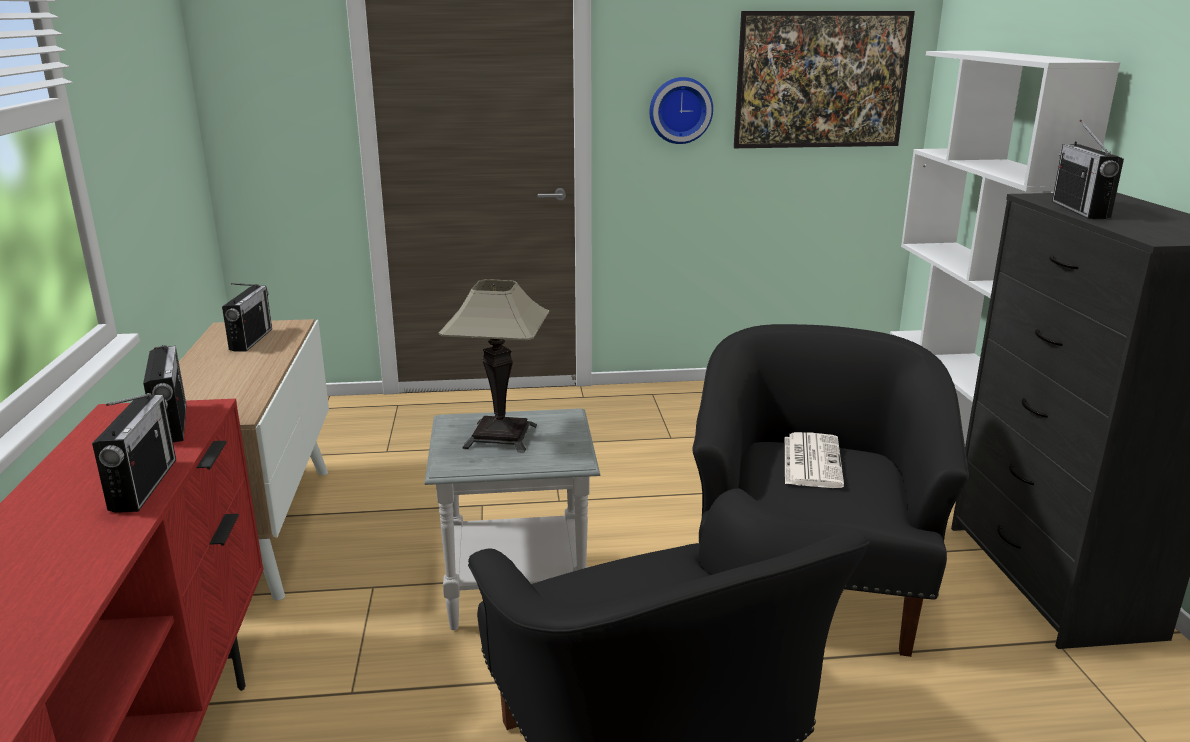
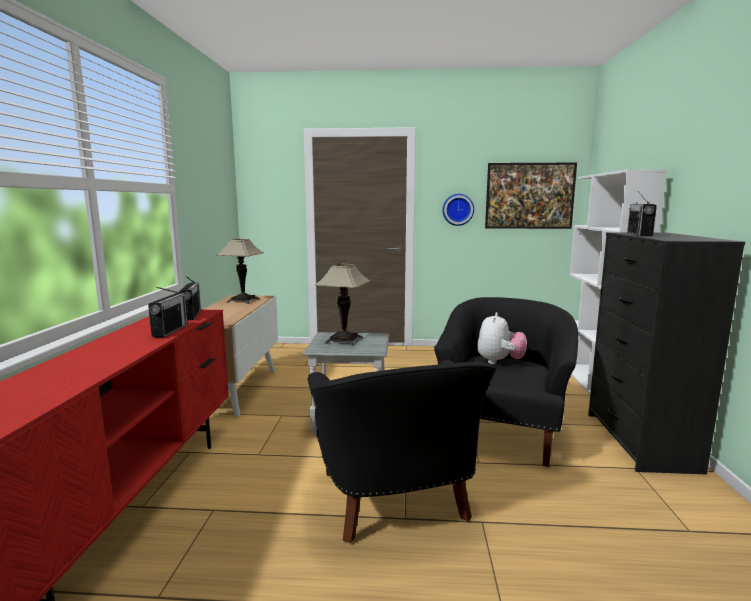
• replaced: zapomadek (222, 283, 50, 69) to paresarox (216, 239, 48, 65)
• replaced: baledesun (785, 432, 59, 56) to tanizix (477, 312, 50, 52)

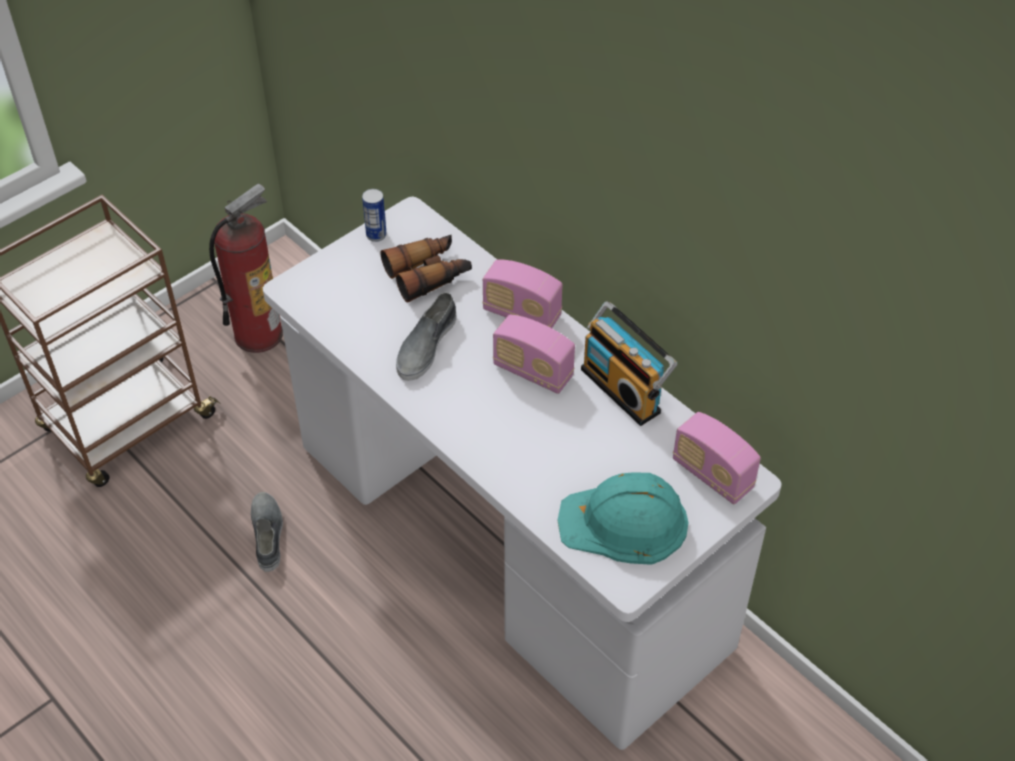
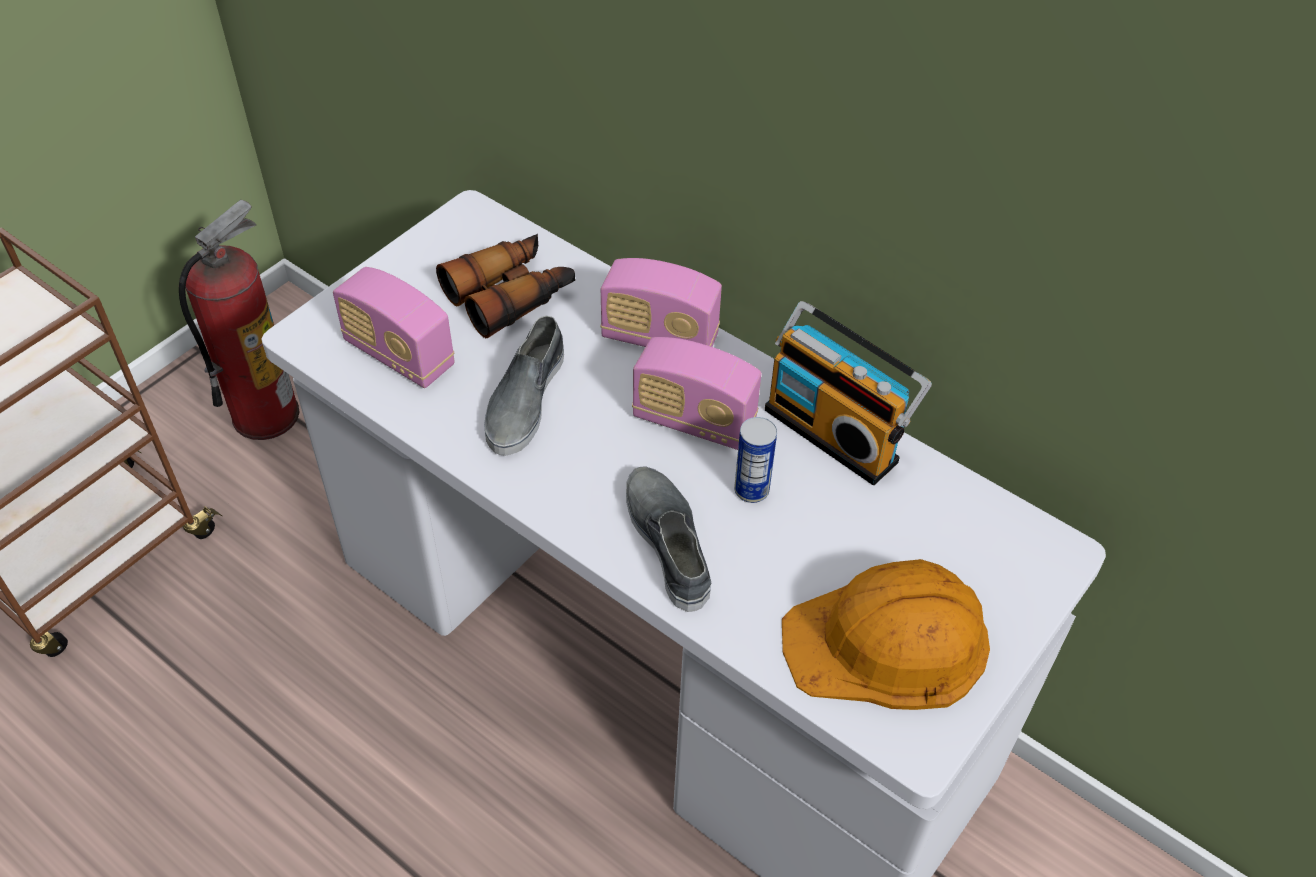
• moved: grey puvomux (251, 492, 32, 80) to (626, 466, 85, 146)
• moved: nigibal (362, 189, 25, 53) to (734, 417, 43, 86)
• moved: zapomadek (673, 412, 88, 92) to (333, 267, 122, 121)
• recoloured: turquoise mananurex (557, 472, 132, 93) to orange mananurex (782, 559, 208, 151)

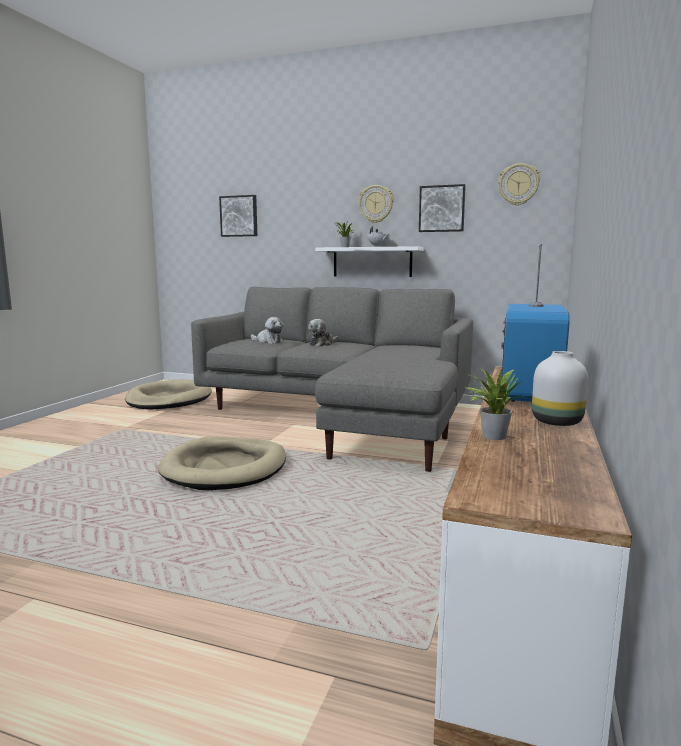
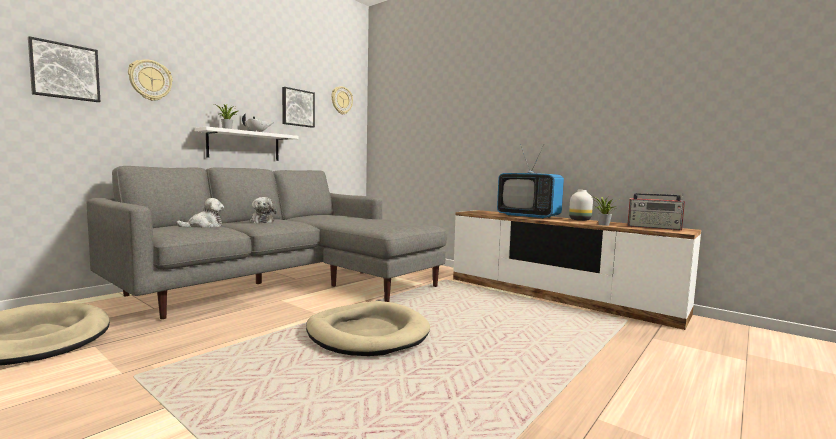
• added: zapomadek (627, 193, 58, 37)
• moved: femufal (358, 185, 36, 38) to (128, 59, 45, 42)

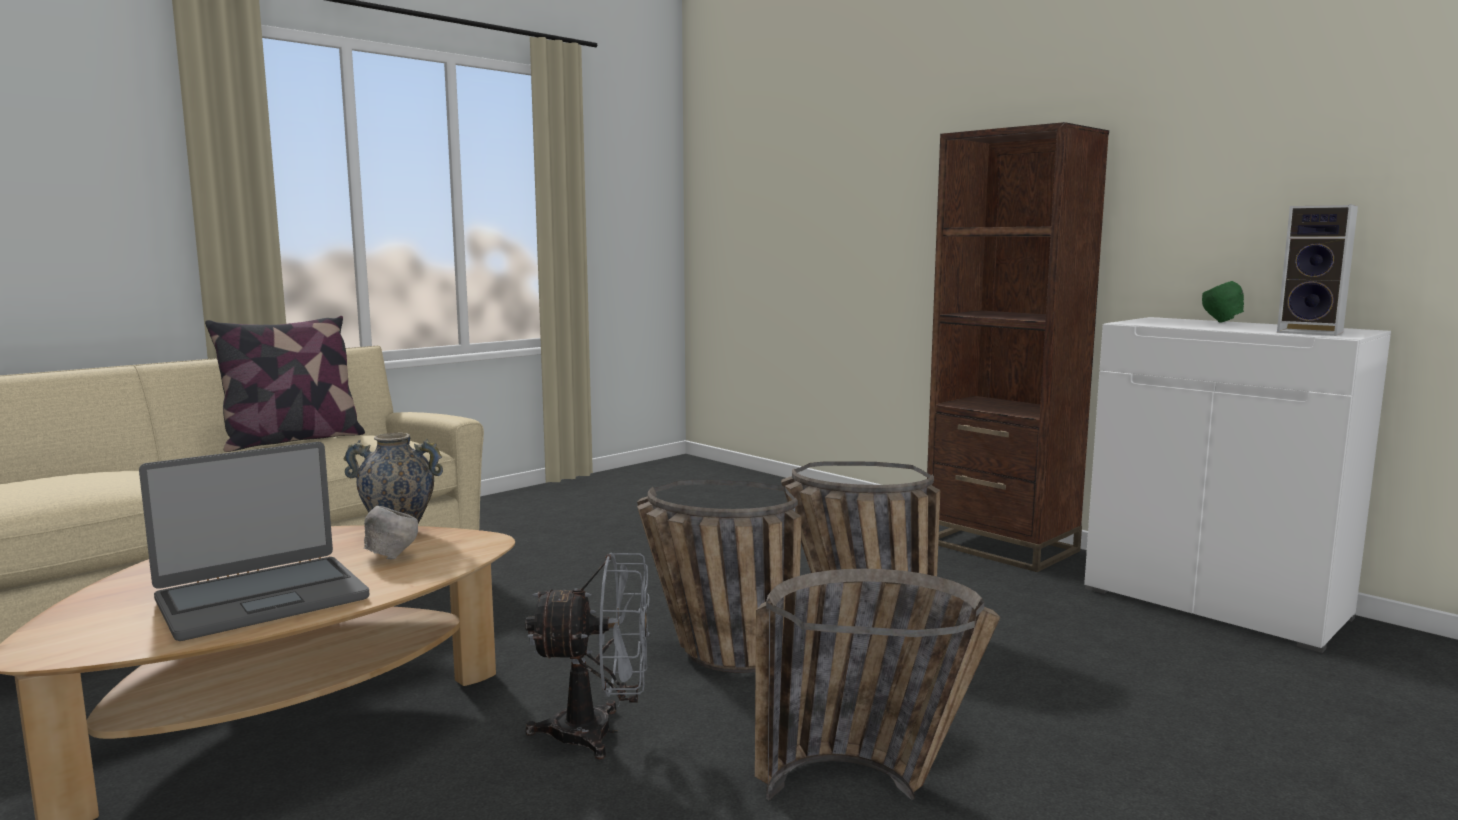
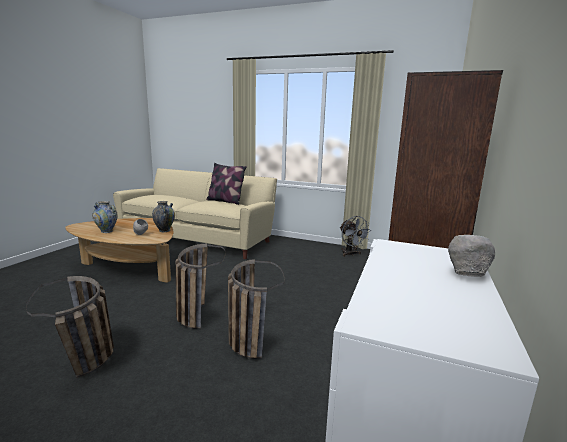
• removed: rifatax (1277, 205, 81, 131)
• moved: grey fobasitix (525, 552, 125, 207) to (340, 216, 32, 41)
• replaced: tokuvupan (139, 442, 231, 199) to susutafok (92, 201, 26, 32)
• recoloured: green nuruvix (1202, 281, 42, 41) to grey nuruvix (448, 235, 47, 42)

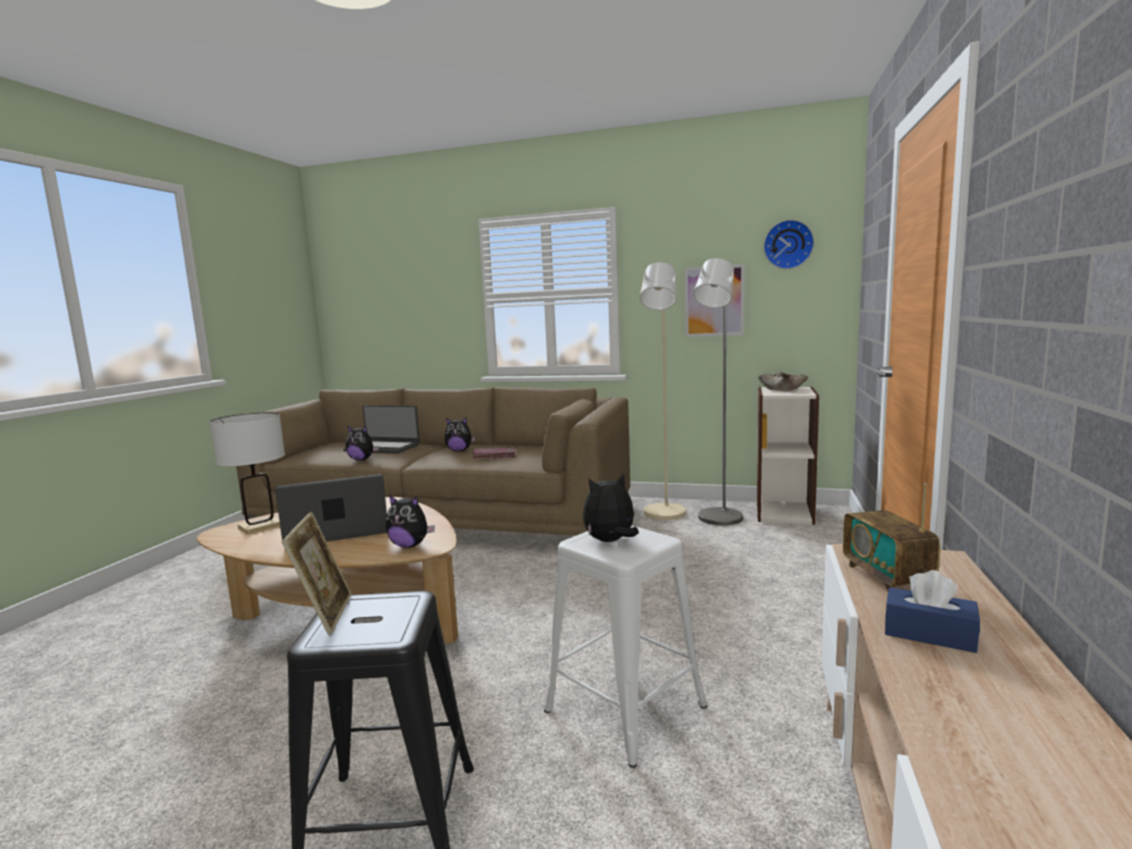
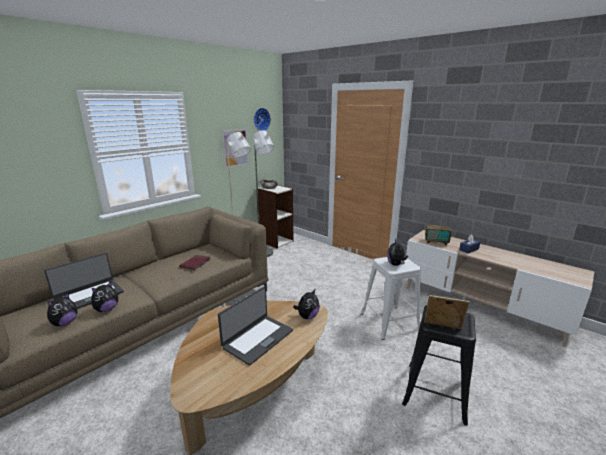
• removed: white paresarox (210, 412, 75, 122)
• moved: tanizix (444, 418, 31, 33) to (47, 293, 30, 33)
• turned: tokuvupan (275, 474, 112, 68) = (218, 286, 75, 80) 150 degrees counterclockwise

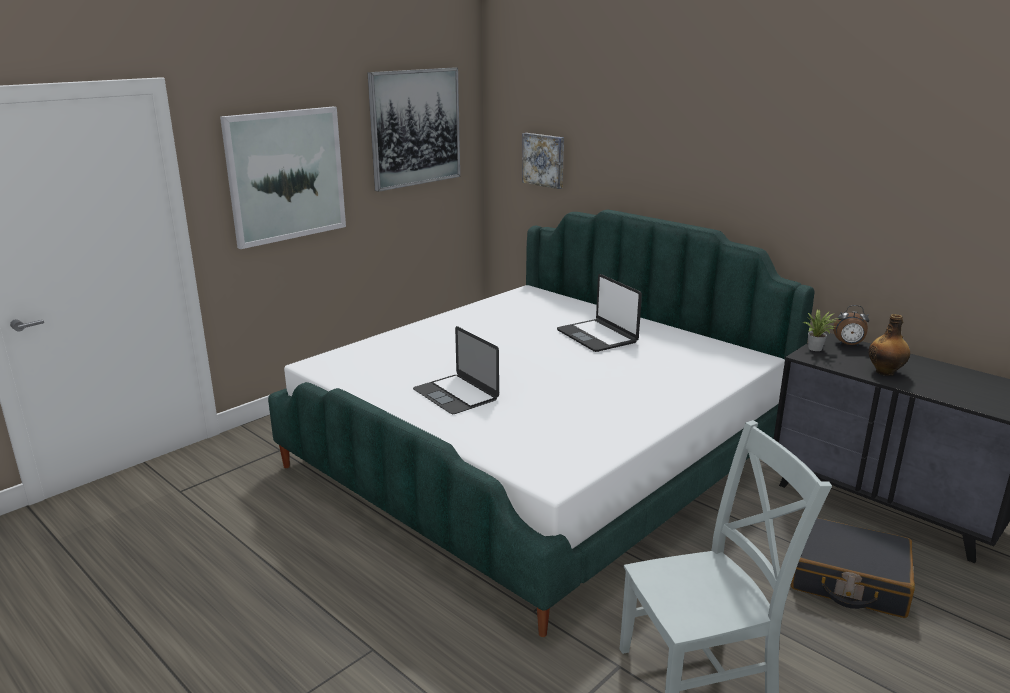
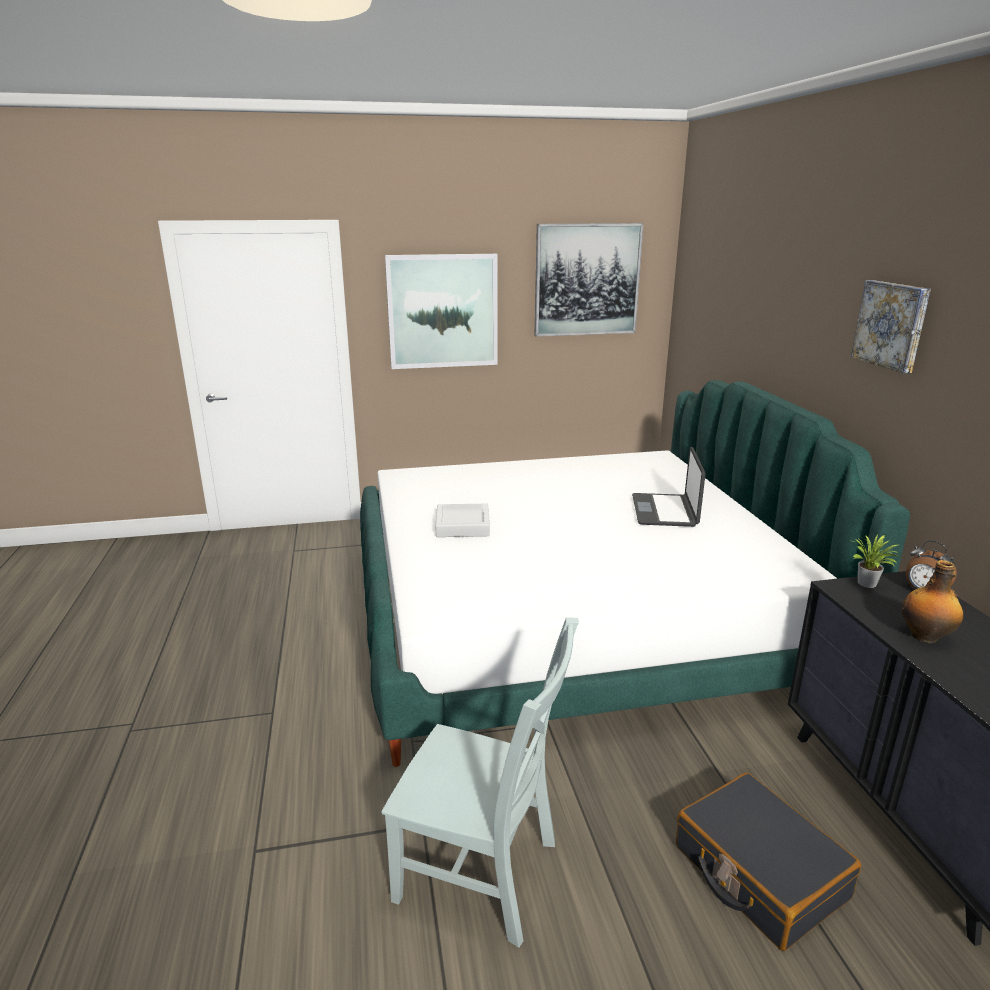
• moved: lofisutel (522, 133, 42, 56) to (851, 280, 80, 93)
• replaced: tokuvupan (413, 326, 86, 88) to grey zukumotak (435, 504, 55, 33)

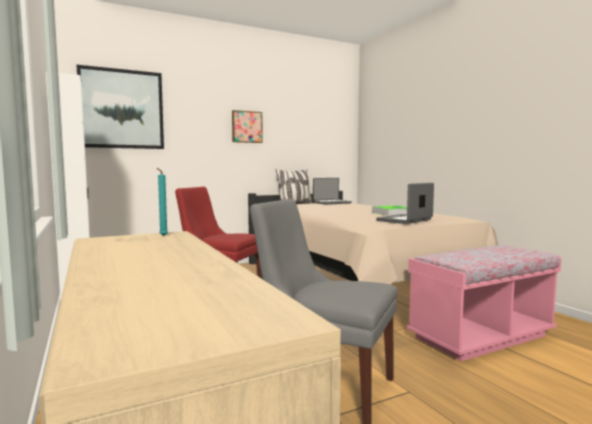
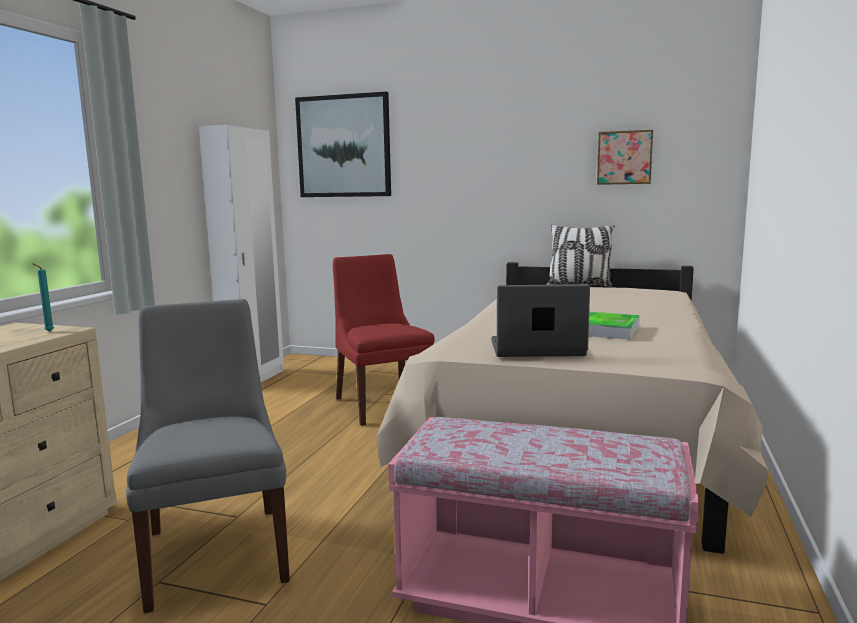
• removed: tokuvupan (313, 178, 39, 27)
• moved: lofisutel (232, 110, 31, 33) to (597, 130, 56, 55)

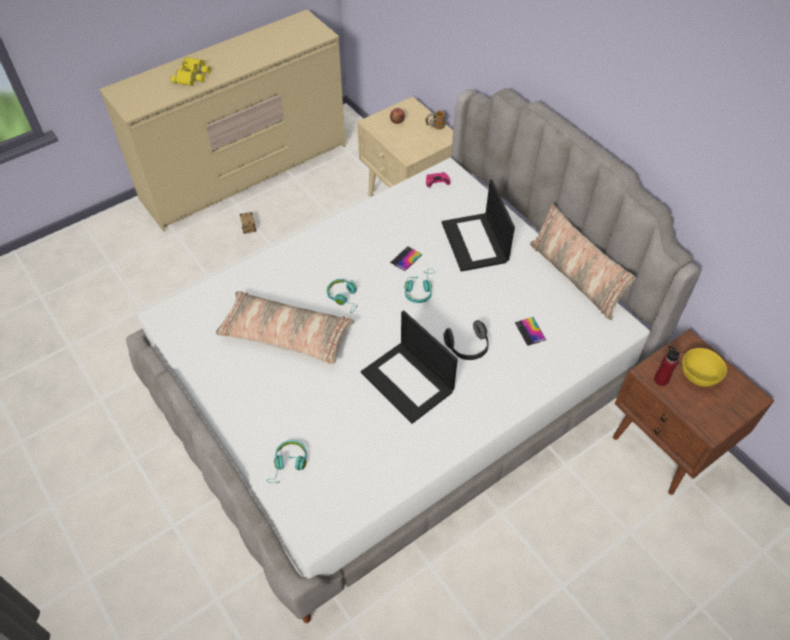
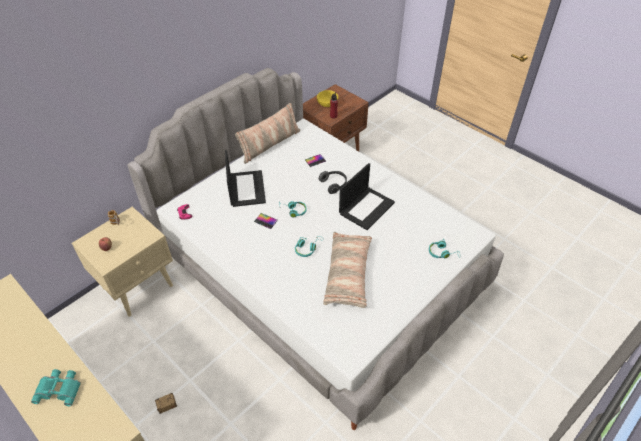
• recoloured: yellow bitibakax (171, 57, 39, 29) to turquoise bitibakax (31, 369, 50, 38)
• turned: tokuvupan (442, 179, 73, 93) = (225, 150, 41, 57) 75 degrees counterclockwise

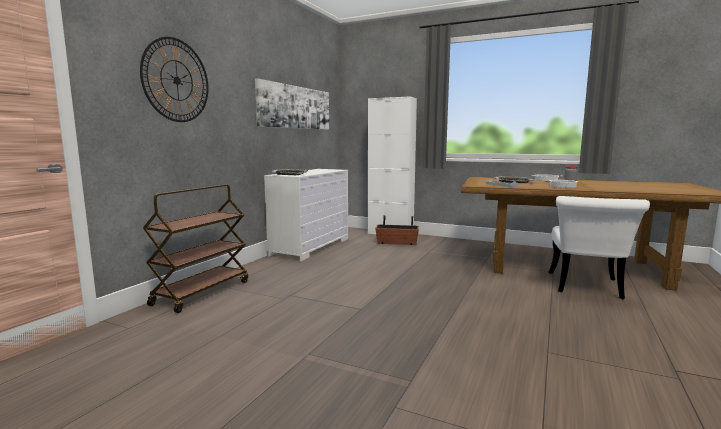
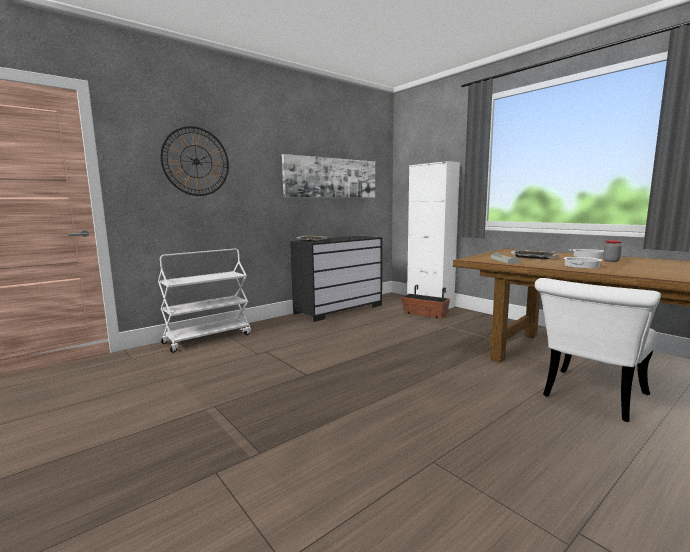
• recoloured: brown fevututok (143, 184, 105, 129) to white fevututok (158, 249, 93, 104)
• recoloured: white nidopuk (264, 169, 84, 92) to black nidopuk (290, 236, 93, 86)

